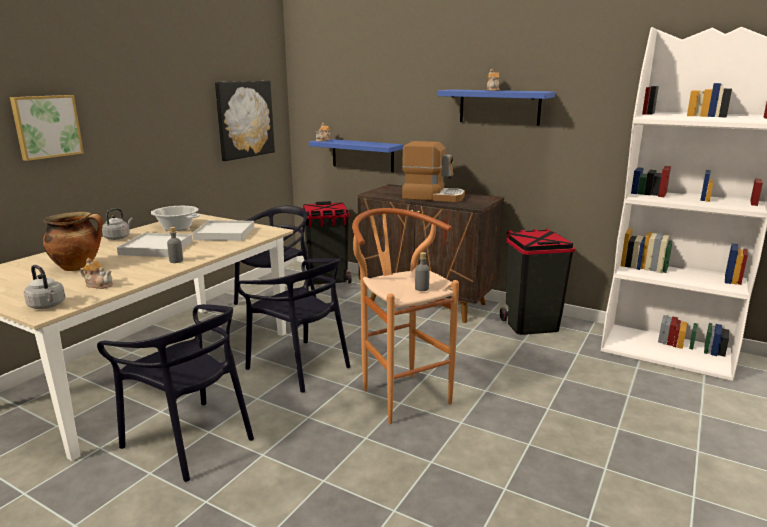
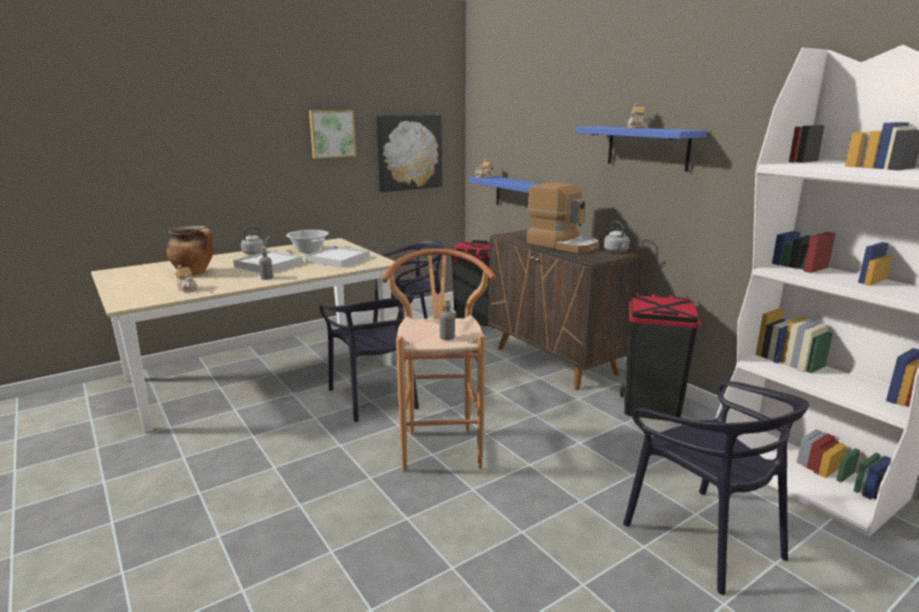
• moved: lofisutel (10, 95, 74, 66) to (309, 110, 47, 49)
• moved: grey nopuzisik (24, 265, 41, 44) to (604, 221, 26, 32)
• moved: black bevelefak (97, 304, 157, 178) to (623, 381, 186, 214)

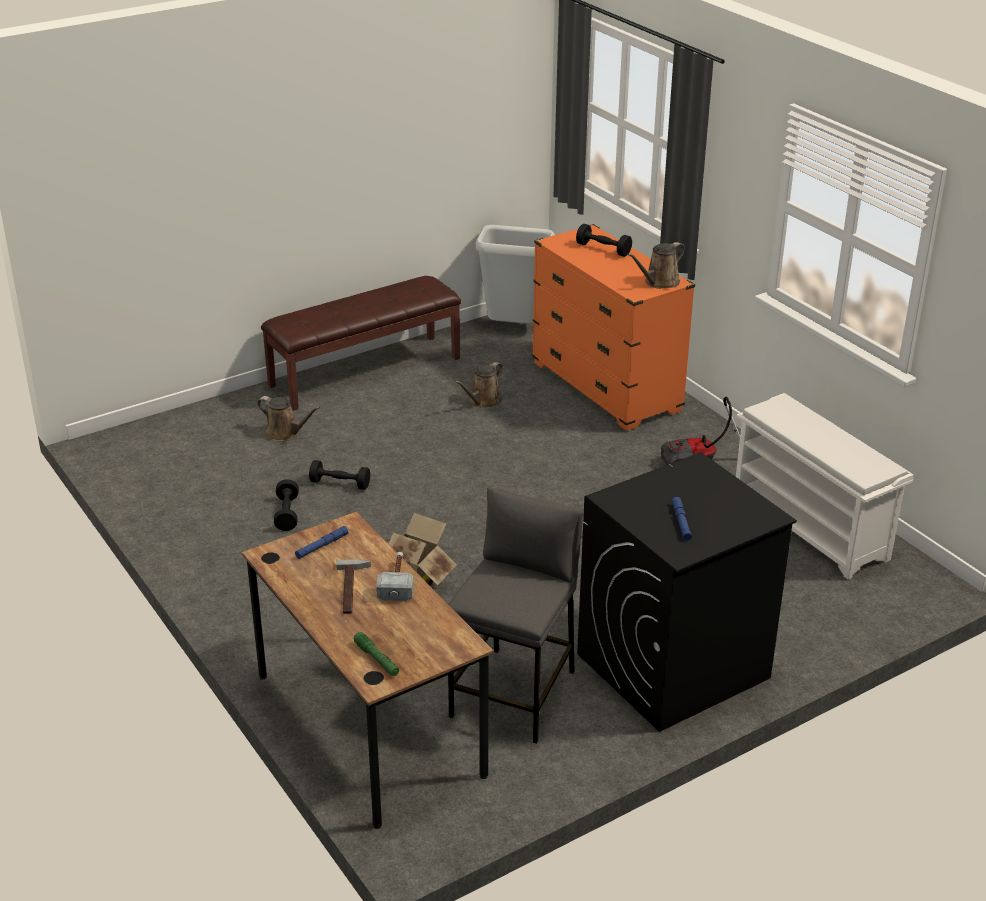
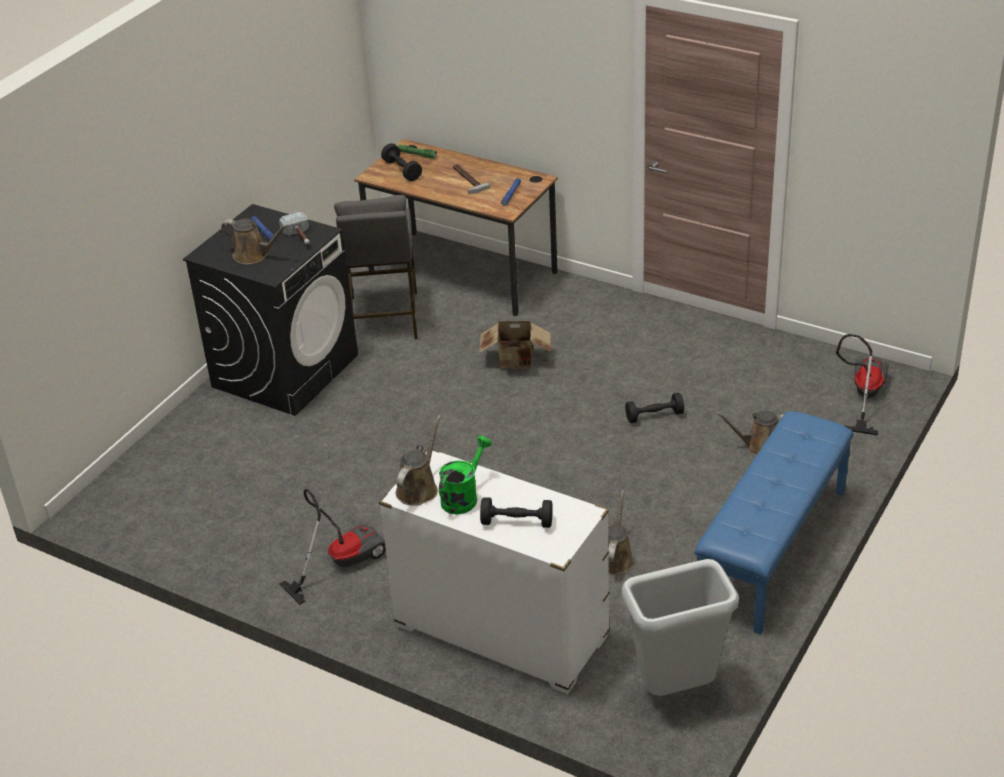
• removed: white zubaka (736, 393, 178, 187)
• added: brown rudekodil (221, 218, 68, 46)
• added: green rudekodil (439, 436, 52, 78)
• added: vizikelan (836, 334, 53, 101)
• moved: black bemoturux (274, 479, 25, 52) to (381, 143, 41, 38)
• moved: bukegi (377, 552, 37, 49) to (279, 212, 31, 32)
• recoloured: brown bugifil (261, 276, 201, 134) to blue bugifil (695, 411, 159, 224)
• recoloured: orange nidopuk (532, 224, 163, 207) to white nidopuk (379, 448, 231, 246)

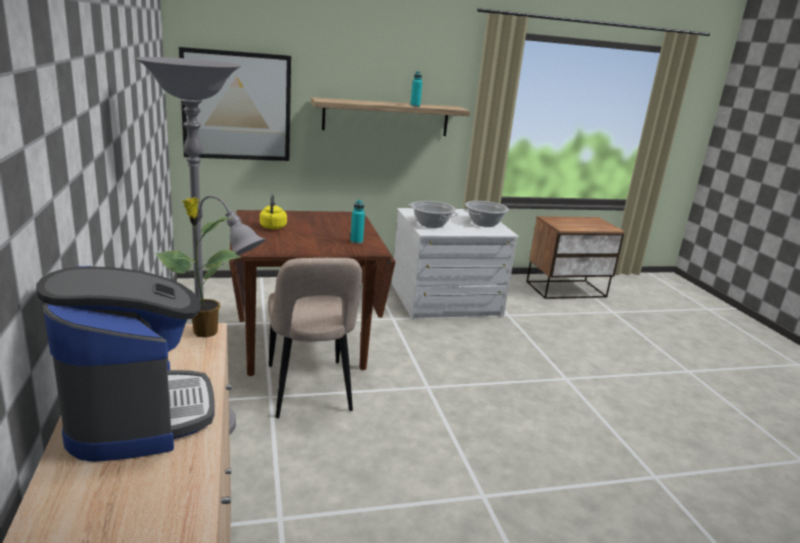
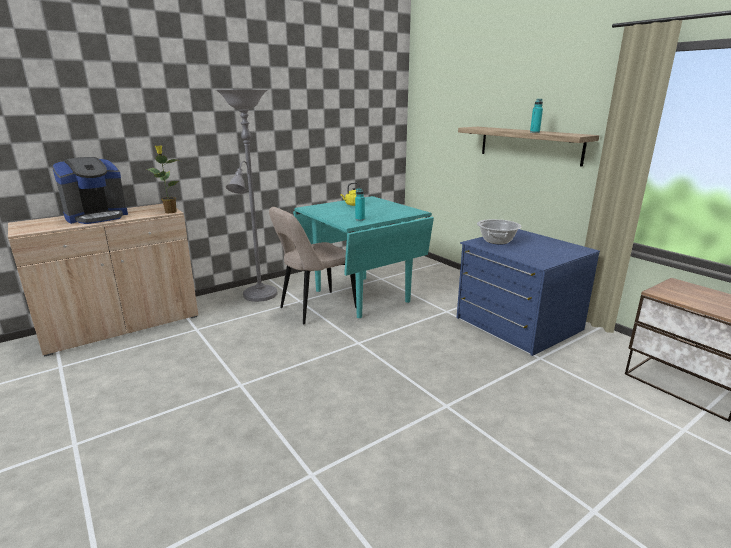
• removed: lofisutel (179, 47, 112, 114)
• removed: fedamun (464, 201, 45, 26)
• recoloured: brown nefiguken (229, 210, 167, 166) to turquoise nefiguken (293, 196, 141, 122)
• recoloured: white nidopuk (392, 208, 127, 112) to blue nidopuk (457, 229, 143, 127)

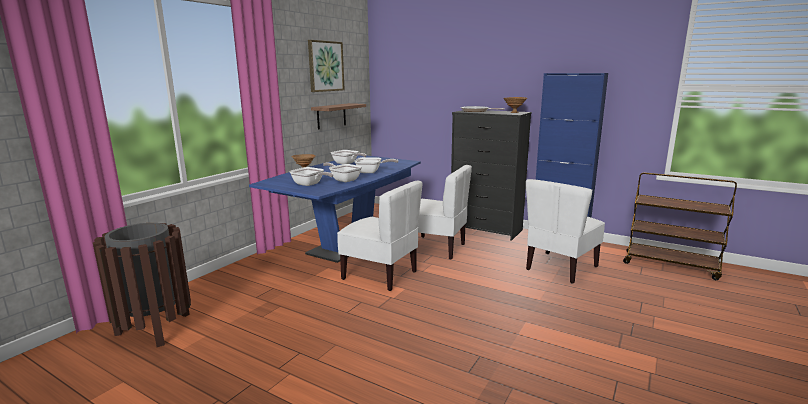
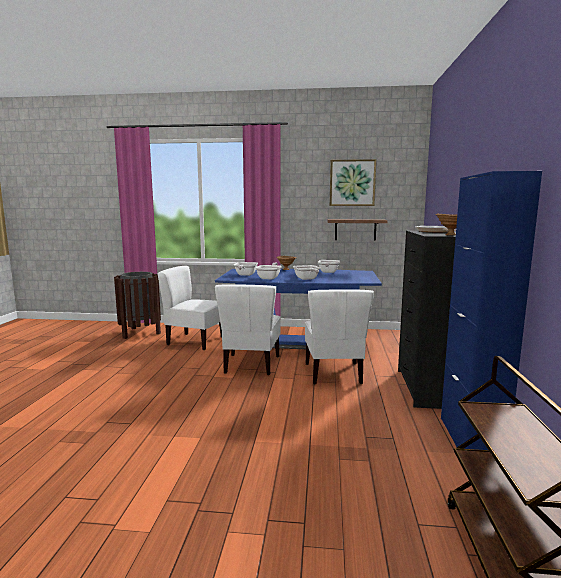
• moved: white bevelefak (526, 179, 79, 104) to (158, 266, 64, 84)

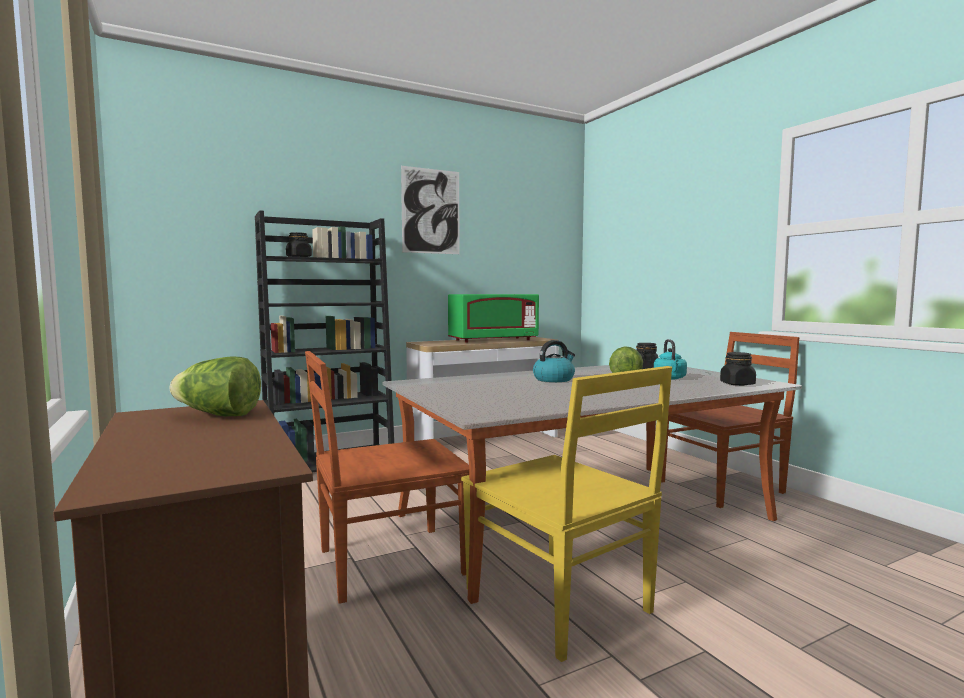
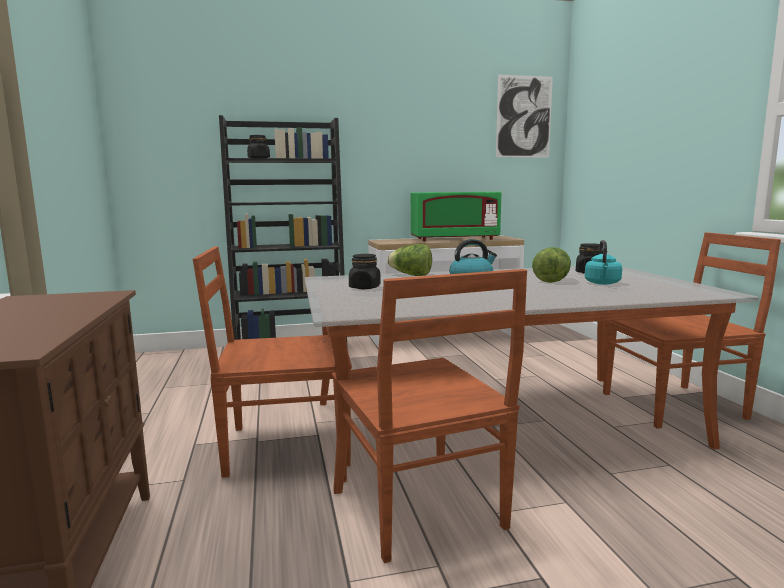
• moved: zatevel (169, 357, 92, 59) to (387, 244, 45, 32)
• moved: lofisutel (401, 166, 59, 88) to (496, 75, 57, 83)
• moved: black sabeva (720, 352, 36, 34) to (349, 254, 32, 35)
• recoloured: yellow bevelefak (461, 366, 211, 296) to brown bevelefak (331, 269, 196, 294)

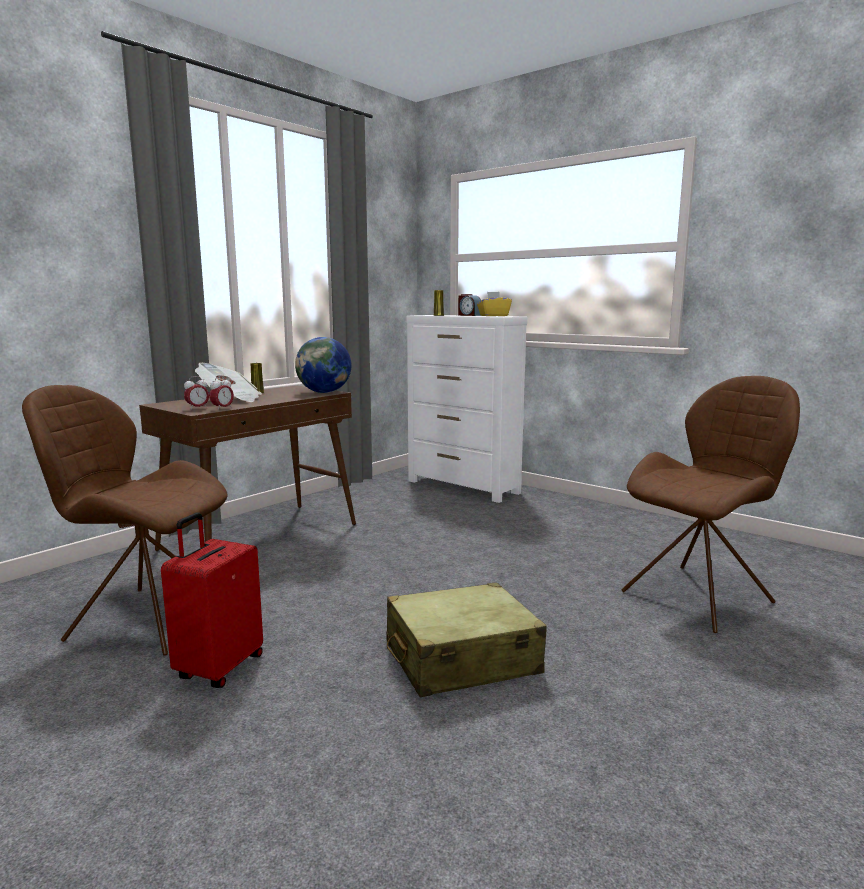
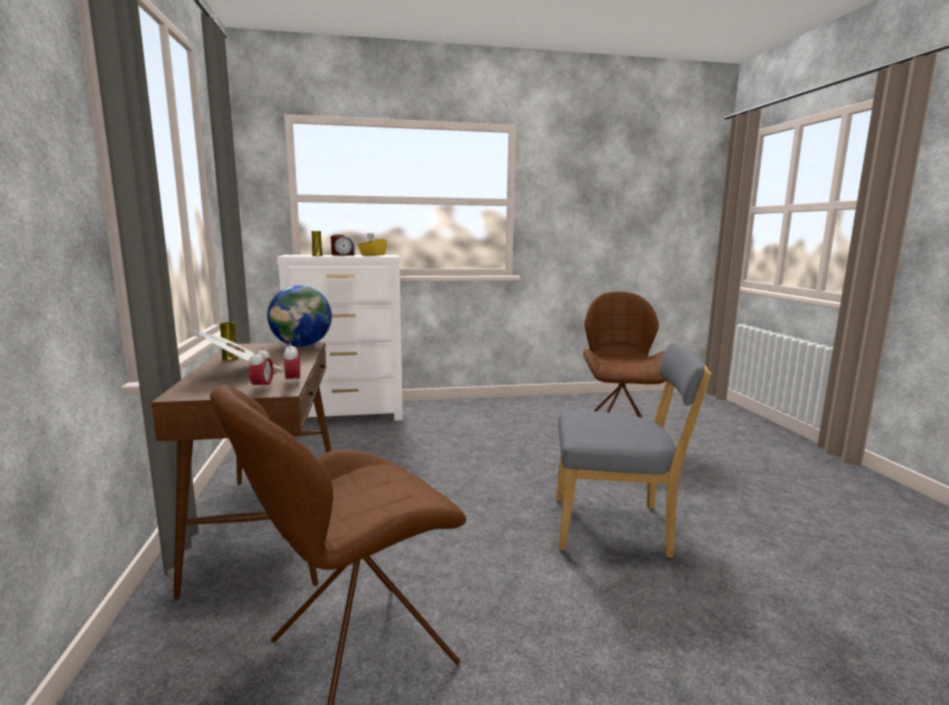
• removed: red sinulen (161, 512, 102, 176)
• replaced: beige sinulen (386, 582, 161, 115) to grey bevelefak (556, 343, 156, 215)

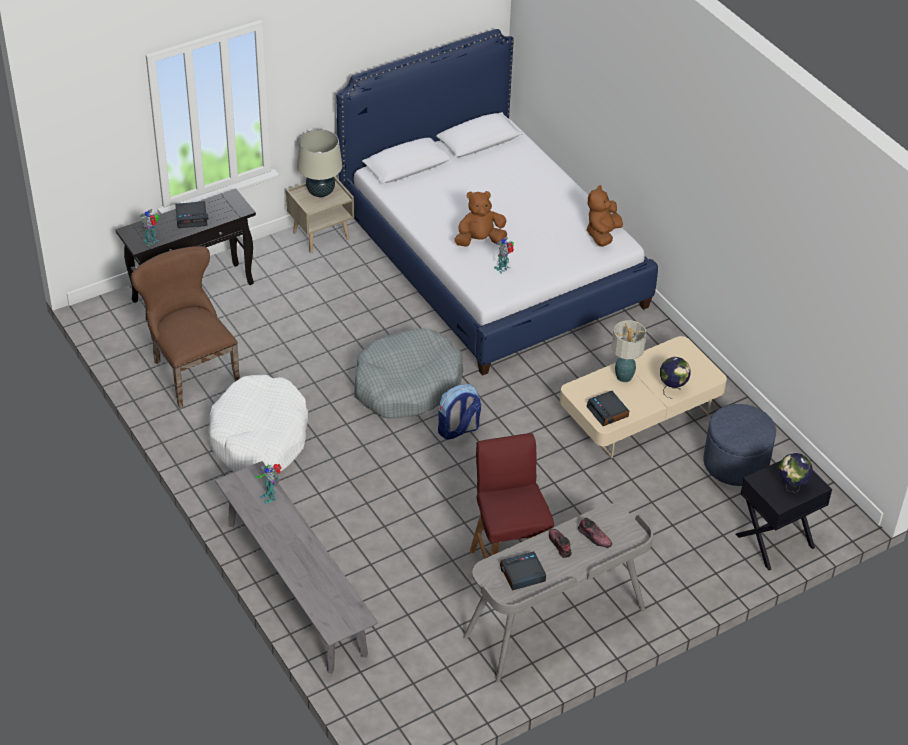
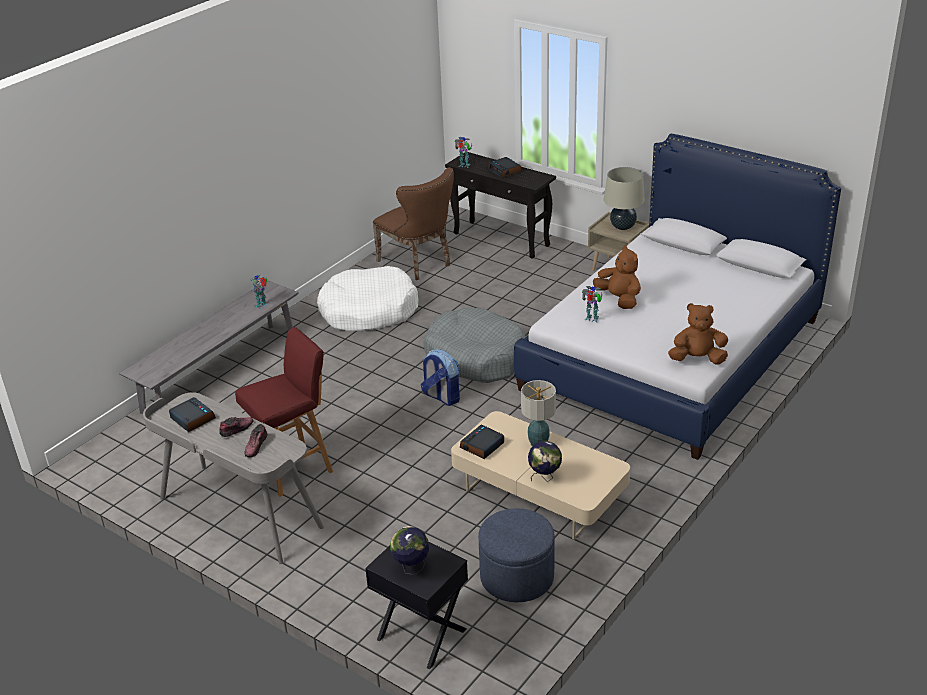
• turned: brown bevelefak (131, 246, 109, 162) = (373, 167, 81, 113) 105 degrees clockwise

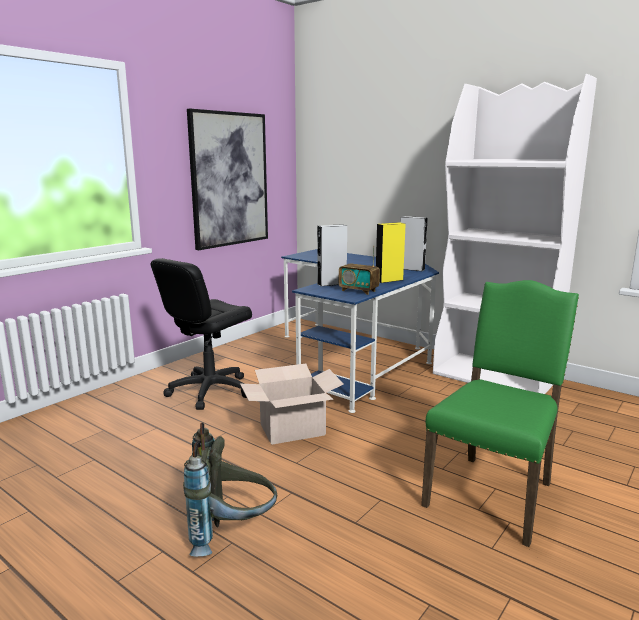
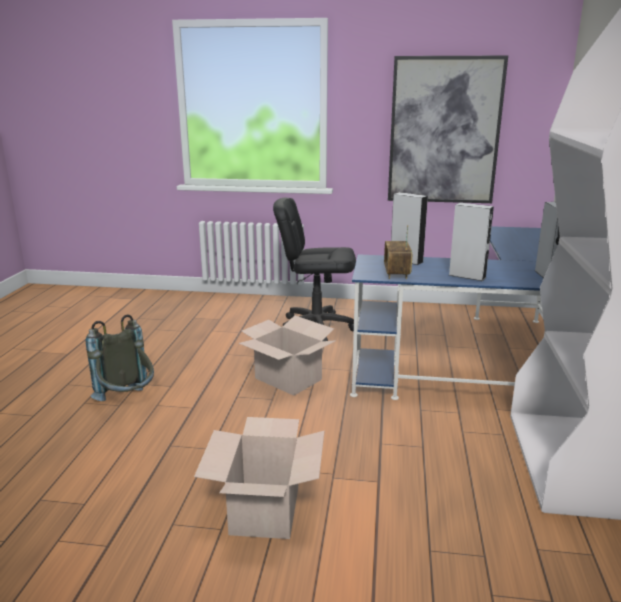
• replaced: green bevelefak (421, 280, 158, 267) to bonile (194, 417, 130, 122)
• recoloured: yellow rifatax (376, 222, 30, 61) to grey rifatax (449, 203, 45, 78)

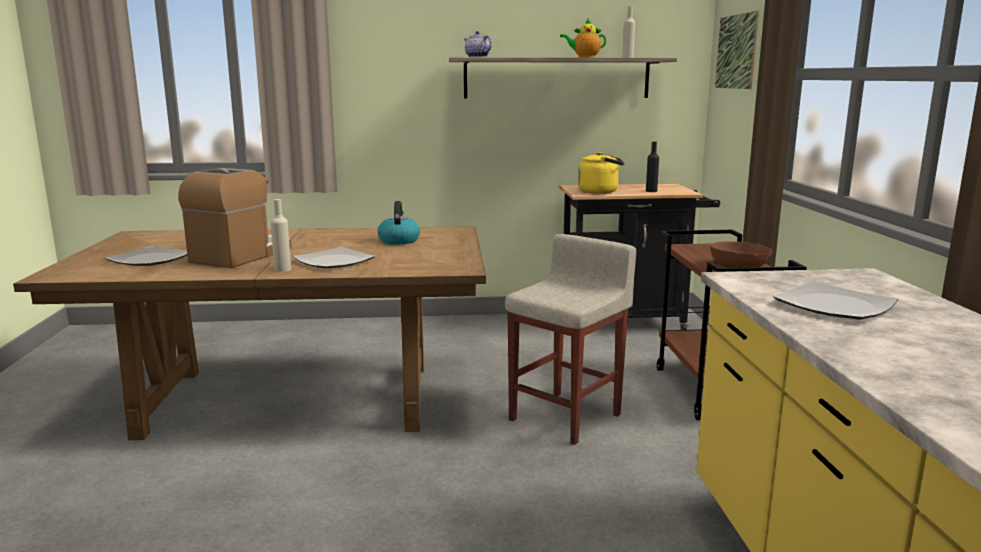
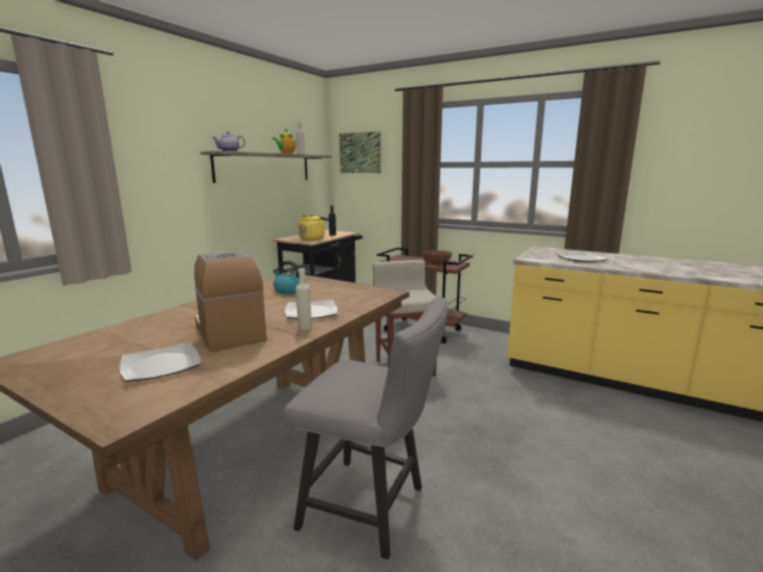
• added: grey bevelefak (284, 297, 164, 263)

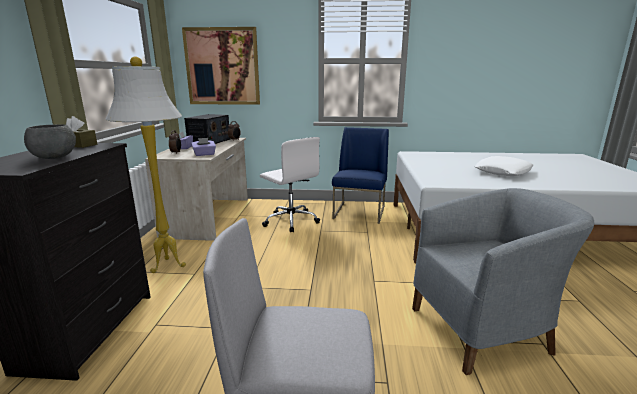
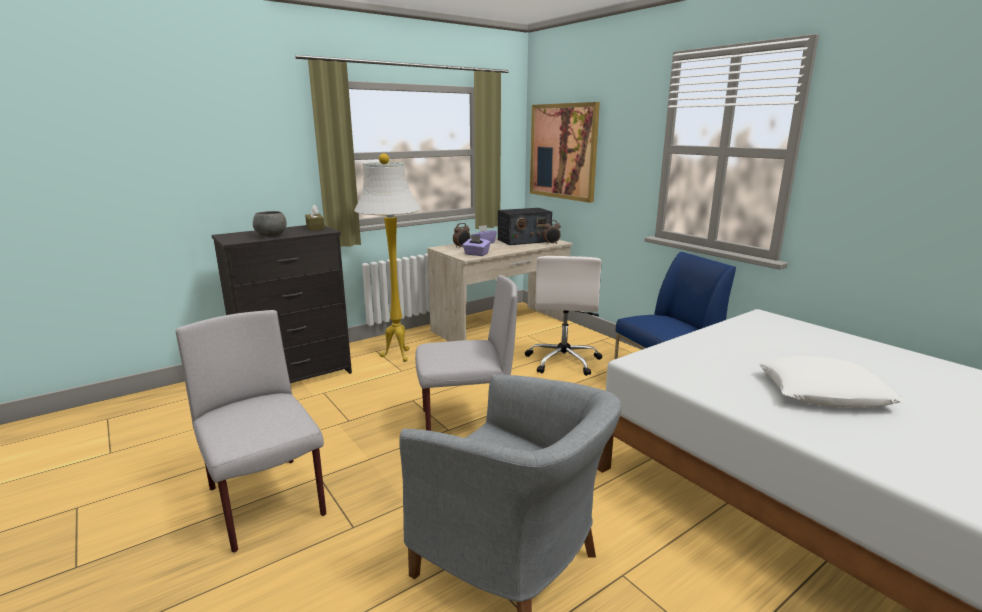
• added: grey bevelefak (415, 275, 103, 156)

